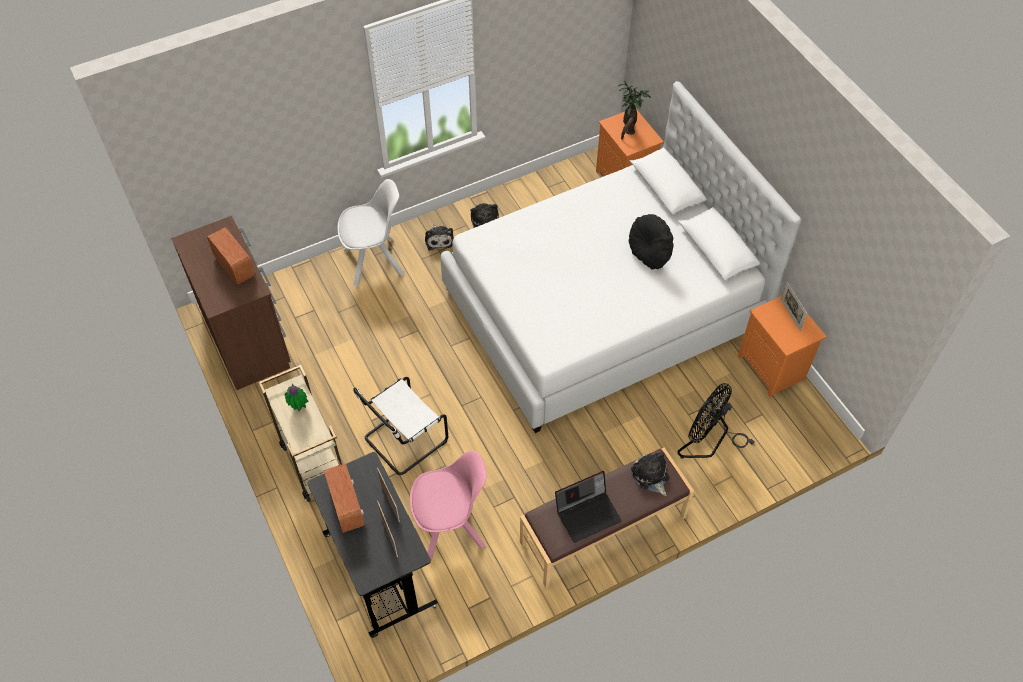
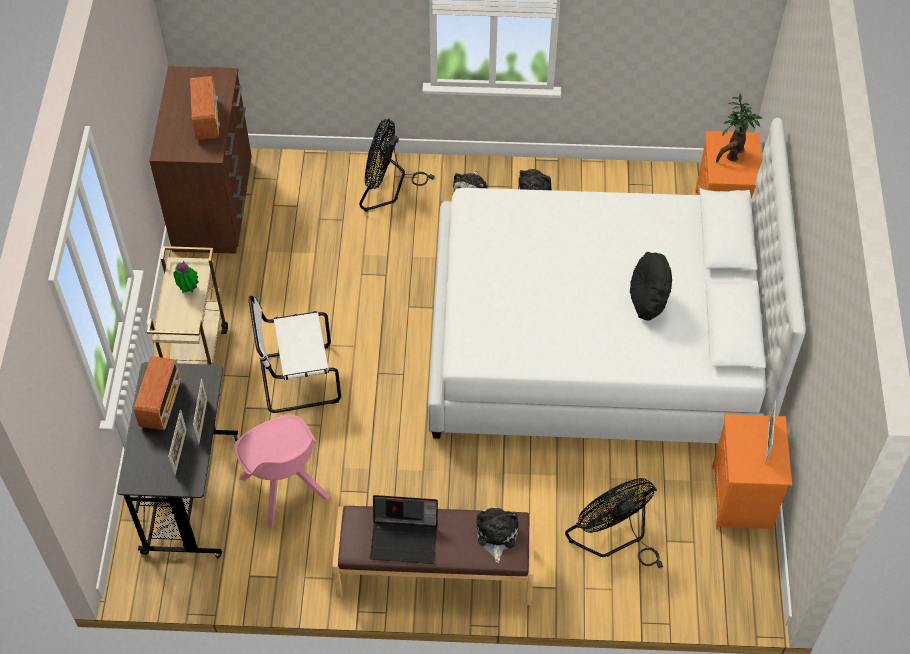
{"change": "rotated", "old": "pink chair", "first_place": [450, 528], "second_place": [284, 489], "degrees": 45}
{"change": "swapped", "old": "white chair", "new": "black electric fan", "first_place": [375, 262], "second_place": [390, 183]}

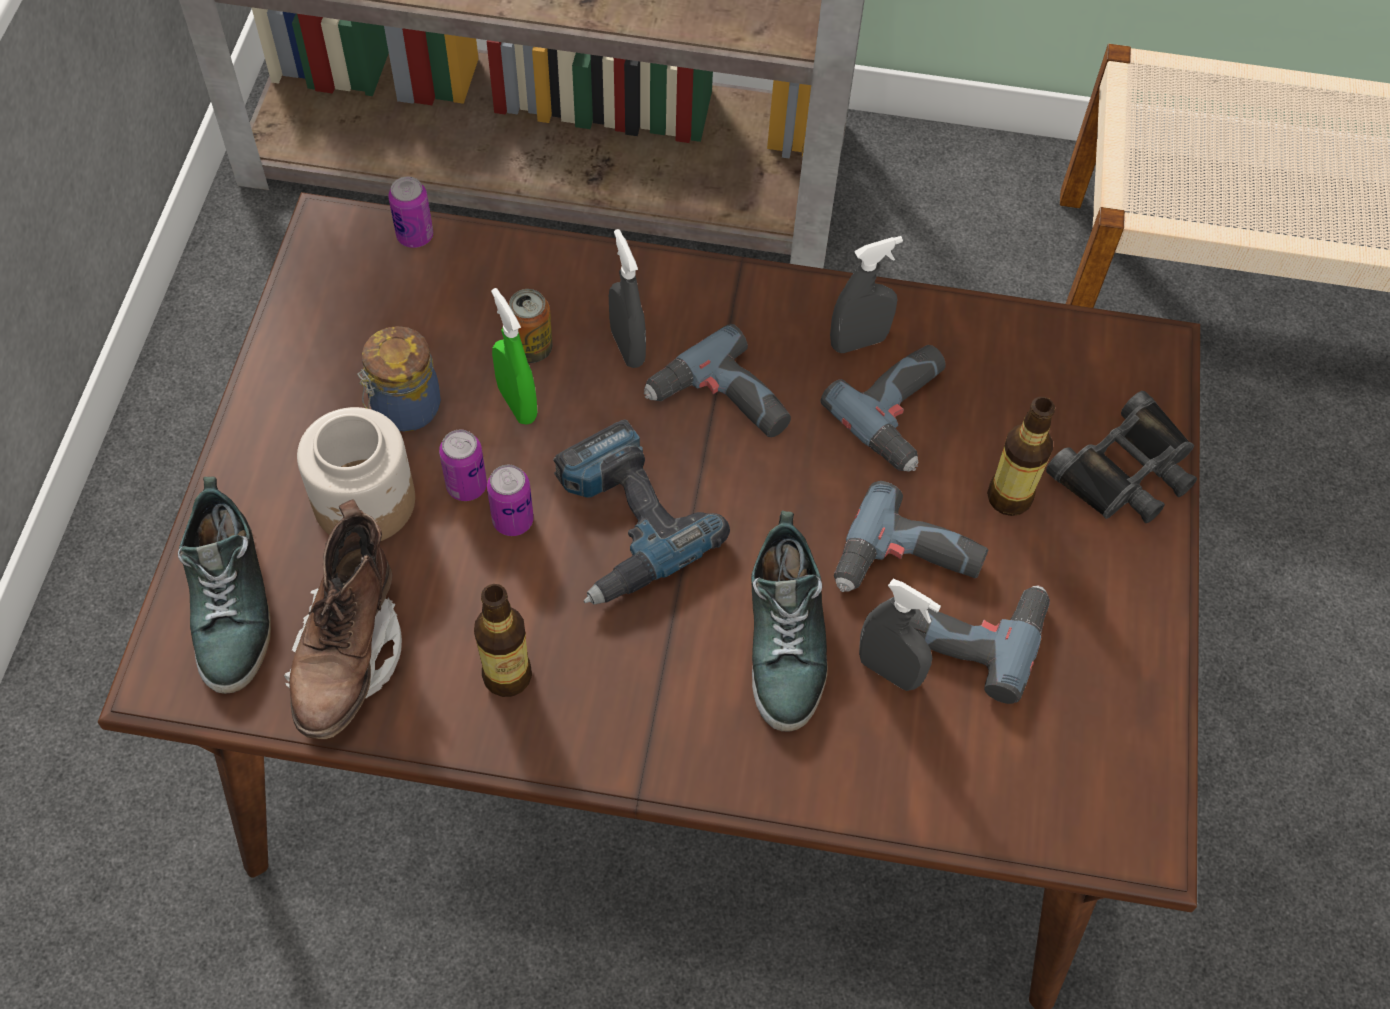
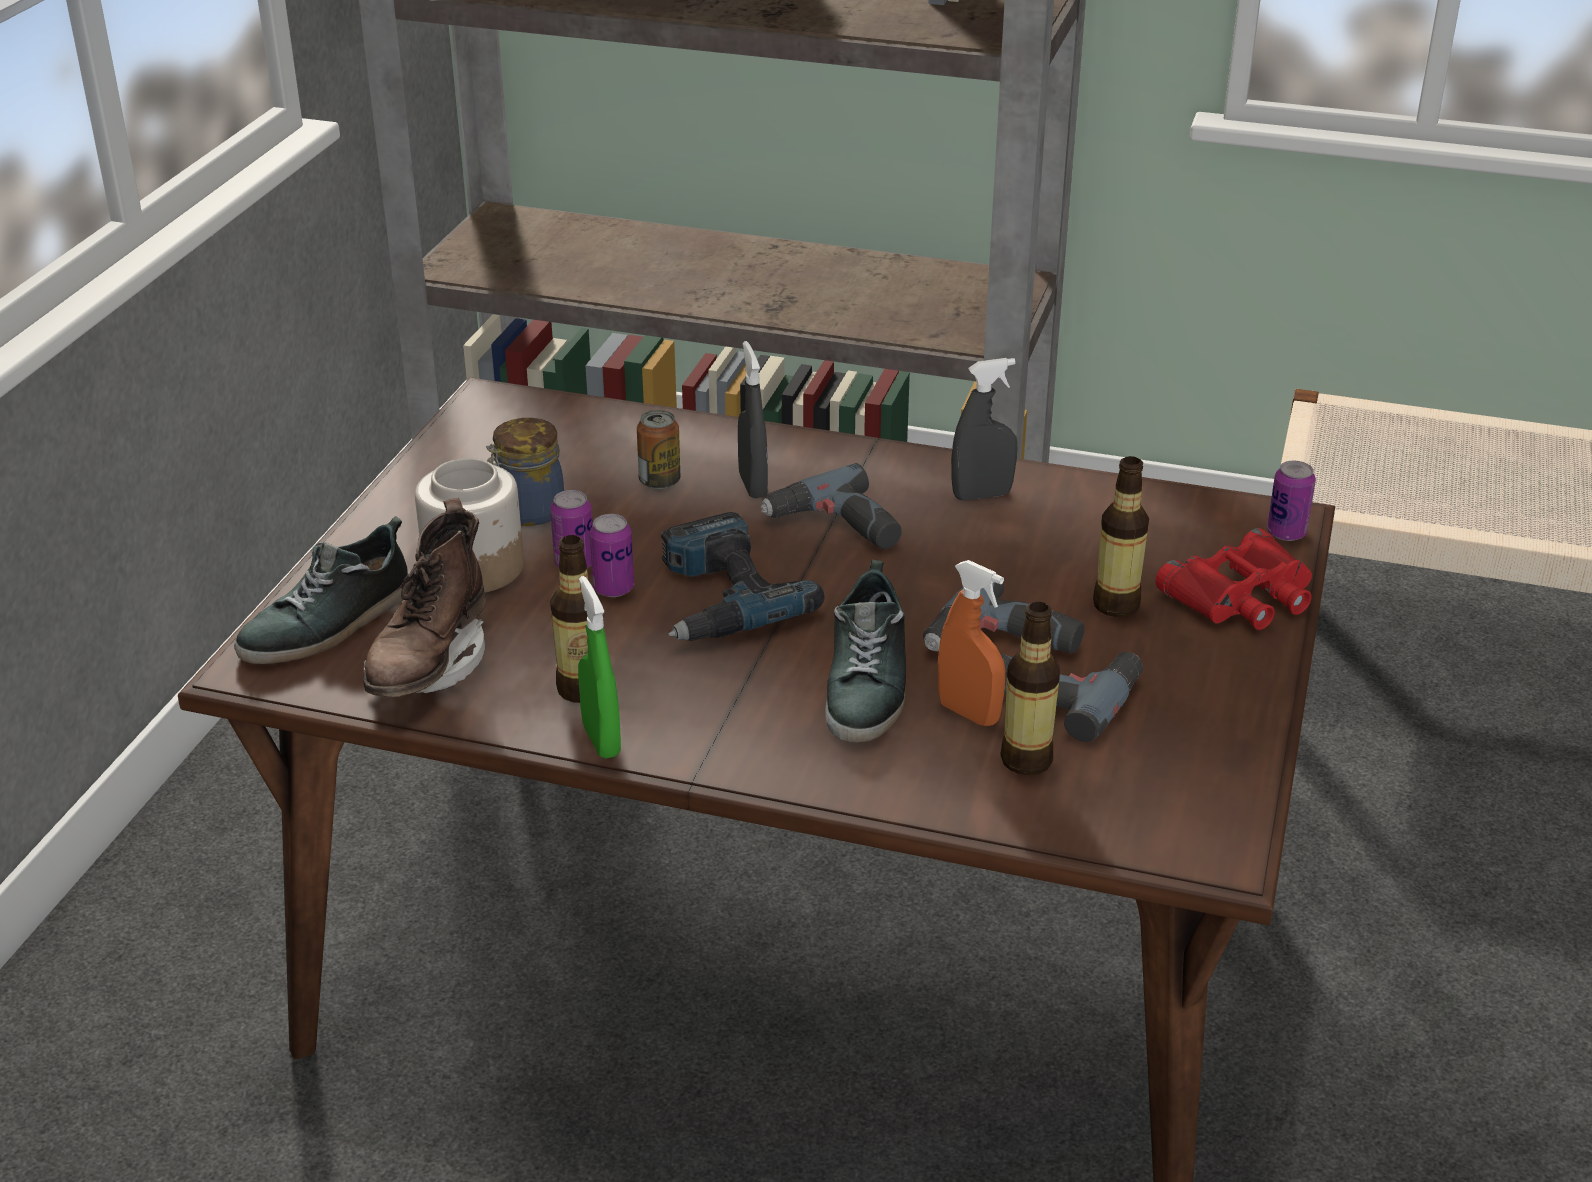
{"change": "rotated", "old": "shoe", "first_place": [232, 603], "second_place": [329, 624], "degrees": 45}
{"change": "shifted", "old": "green spray bottle", "first_place": [517, 403], "second_place": [601, 740]}
{"change": "repainted", "old": "grey spray bottle", "new": "orange-coloured spray bottle", "first_place": [888, 671], "second_place": [969, 713]}
{"change": "new", "new": "beverage bottle", "second_place": [1026, 760]}
{"change": "repainted", "old": "black field glasses", "new": "red field glasses", "first_place": [1127, 472], "second_place": [1242, 596]}
{"change": "shifted", "old": "can", "first_place": [415, 236], "second_place": [1286, 533]}
{"change": "gone", "old": "electric drill", "first_place": [903, 414]}

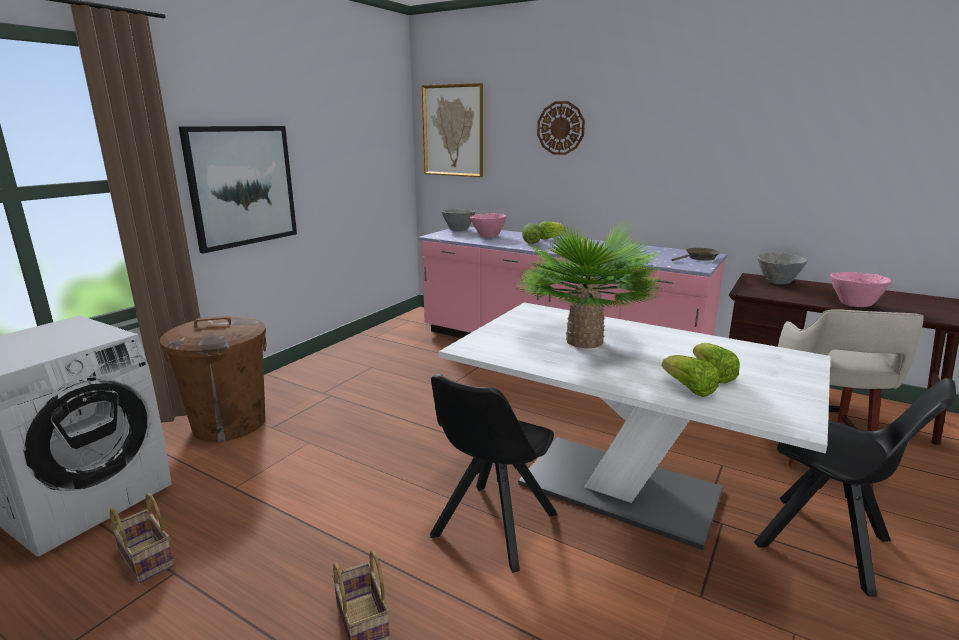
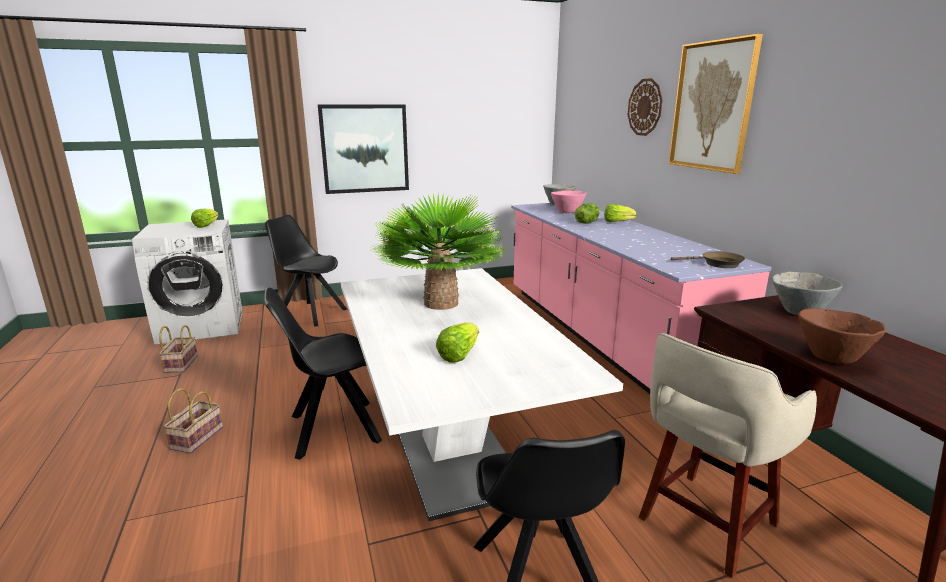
{"change": "shifted", "old": "lettuce head", "first_place": [688, 389], "second_place": [206, 225]}
{"change": "swapped", "old": "brown rubbish bin", "new": "black chair", "first_place": [229, 423], "second_place": [310, 313]}
{"change": "shifted", "old": "picture", "first_place": [453, 131], "second_place": [712, 106]}
{"change": "repainted", "old": "pink bowl", "new": "brown bowl", "first_place": [853, 305], "second_place": [831, 357]}

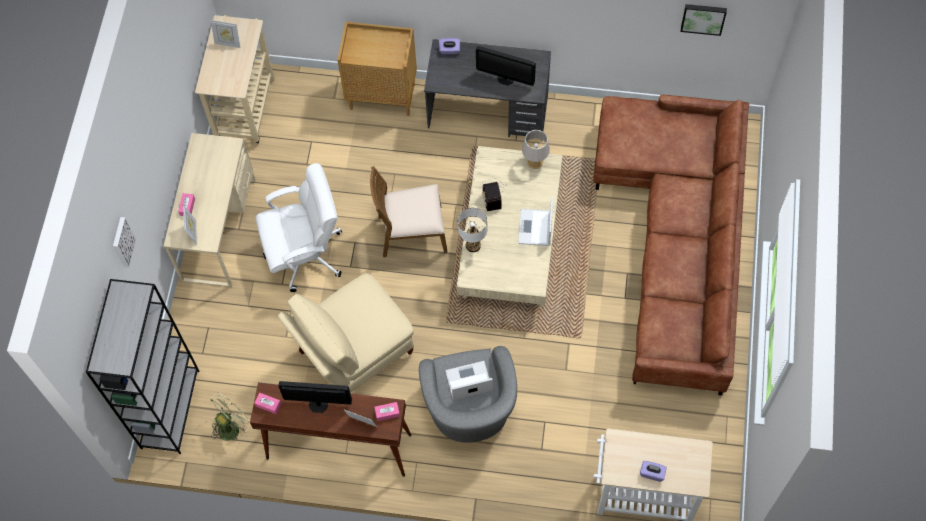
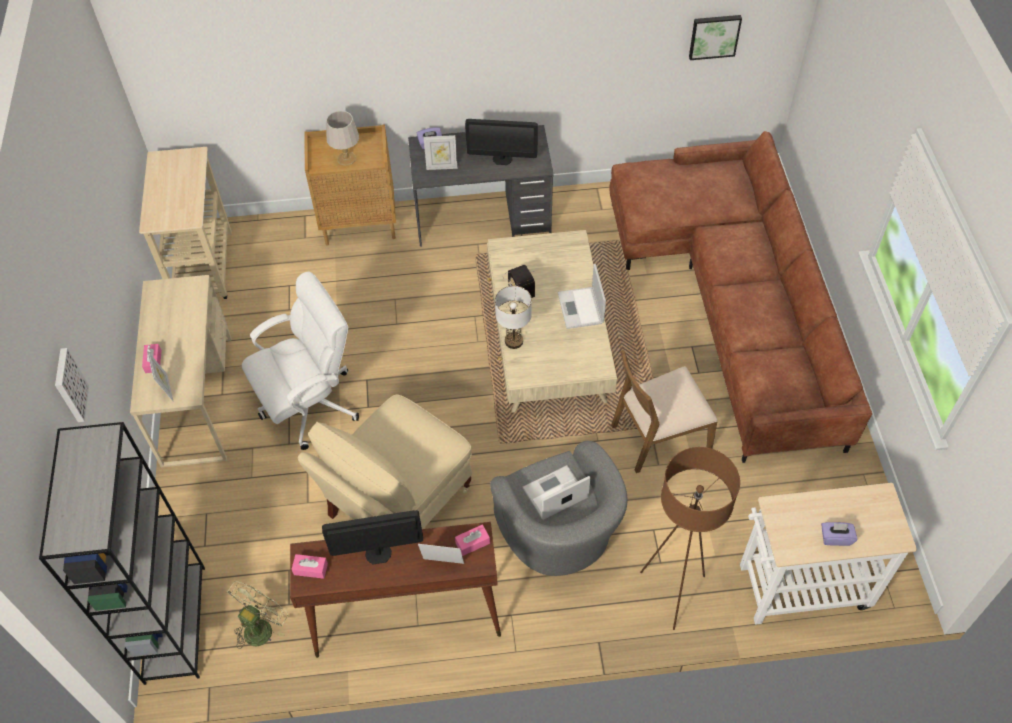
{"change": "shifted", "old": "grey lamp for a table", "first_place": [535, 162], "second_place": [347, 159]}
{"change": "shifted", "old": "picture frame", "first_place": [228, 43], "second_place": [441, 166]}
{"change": "shifted", "old": "brown chair", "first_place": [411, 232], "second_place": [659, 436]}
{"change": "new", "new": "brown standard lamp", "second_place": [672, 593]}

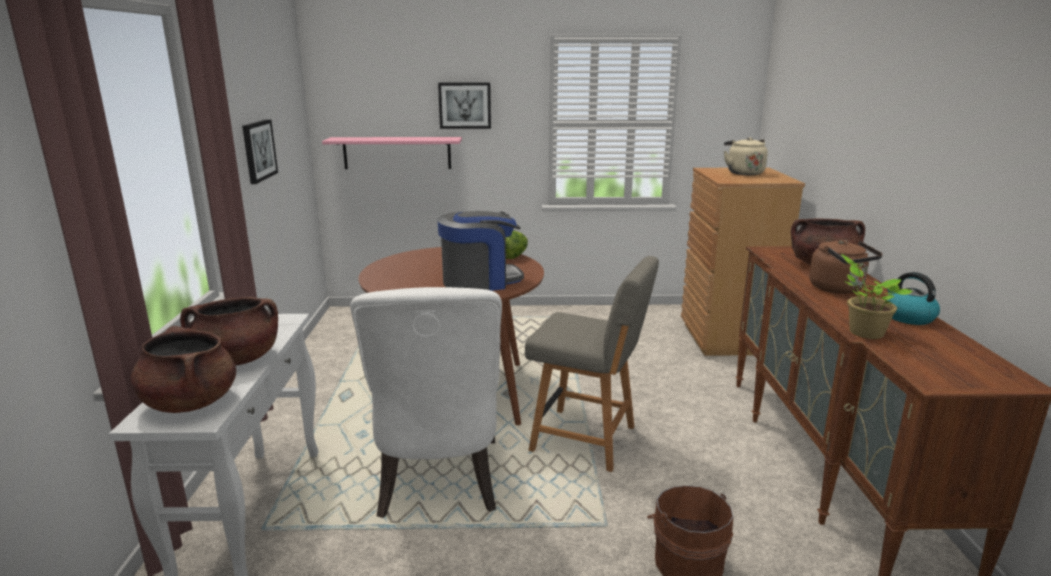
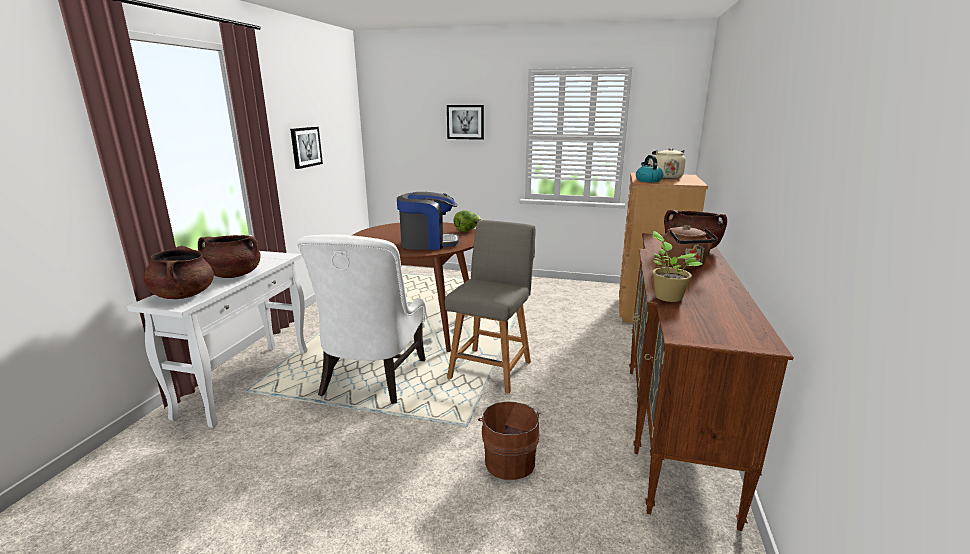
{"change": "rotated", "old": "grey chair", "first_place": [587, 440], "second_place": [491, 368], "degrees": -105}
{"change": "shifted", "old": "water kettle", "first_place": [907, 317], "second_place": [648, 180]}
{"change": "gone", "old": "pink shelf", "first_place": [397, 153]}

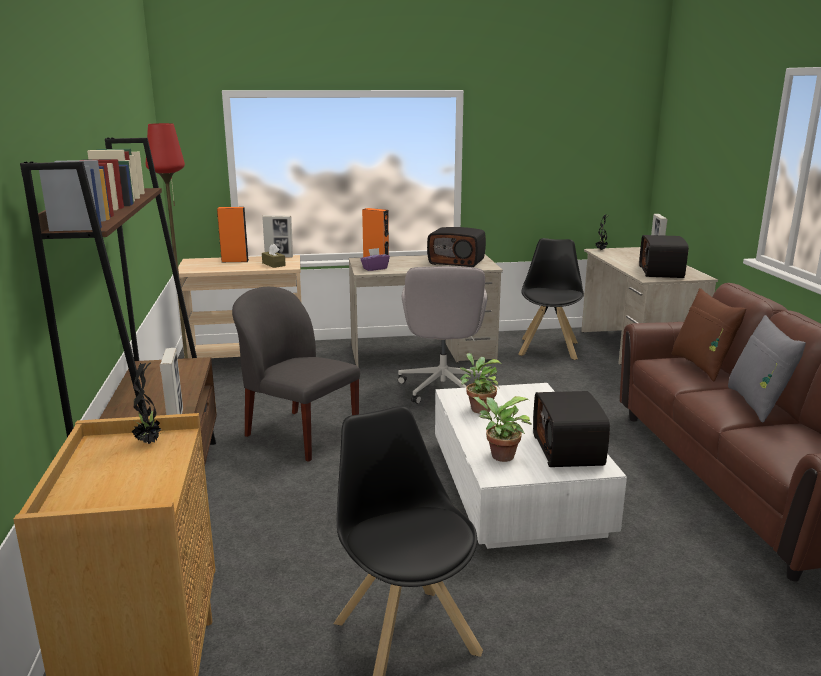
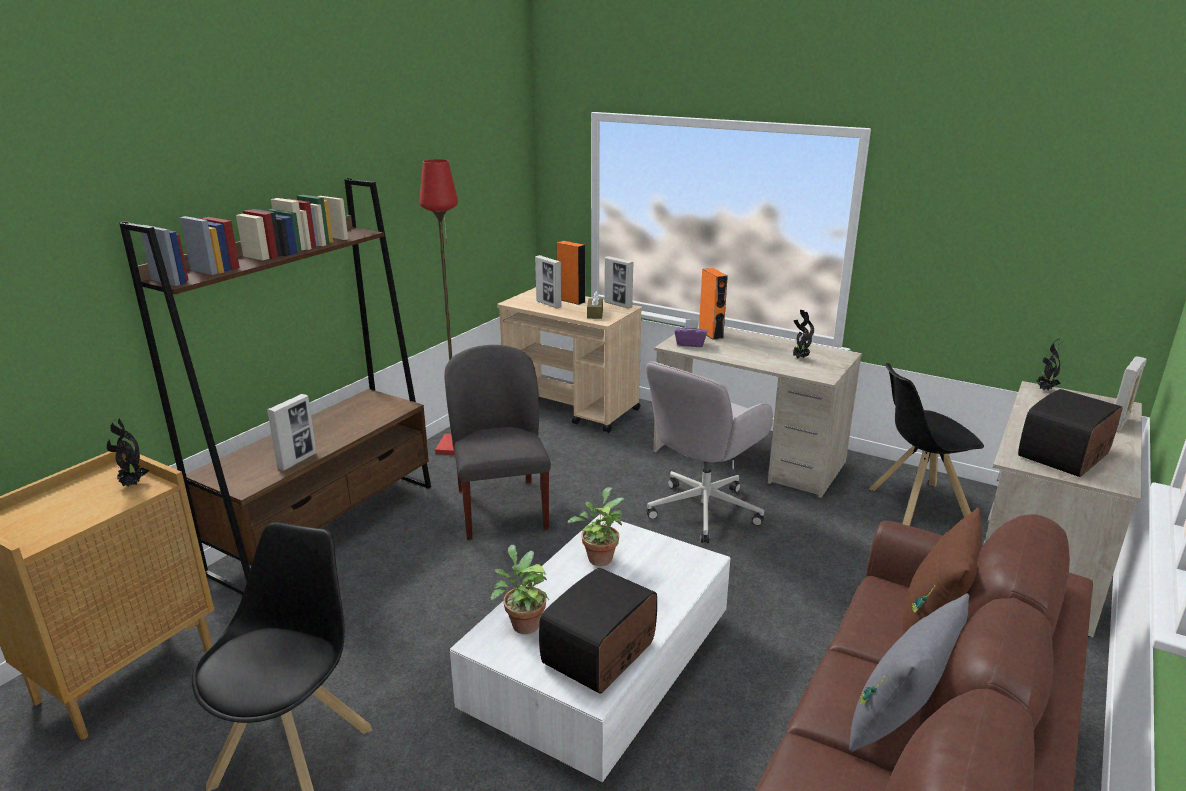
{"change": "new", "new": "picture frame", "second_place": [548, 304]}
{"change": "swapped", "old": "radio", "new": "houseplant", "first_place": [457, 262], "second_place": [799, 358]}
{"change": "rotated", "old": "black chair", "first_place": [549, 348], "second_place": [916, 505], "degrees": -150}

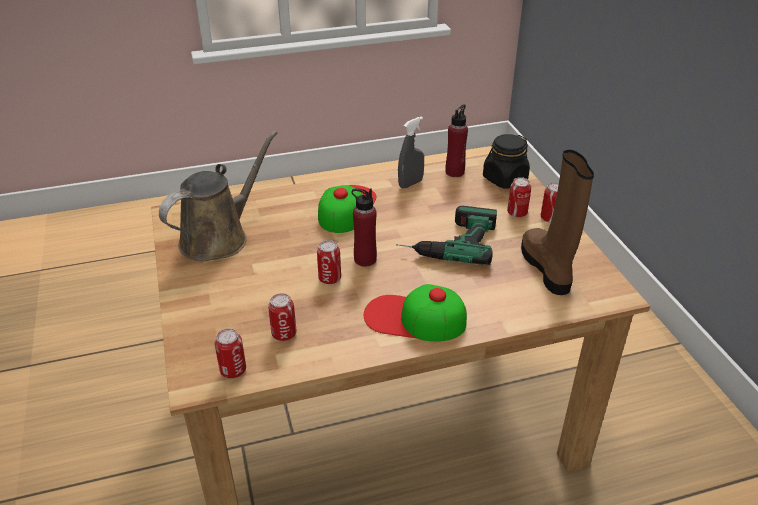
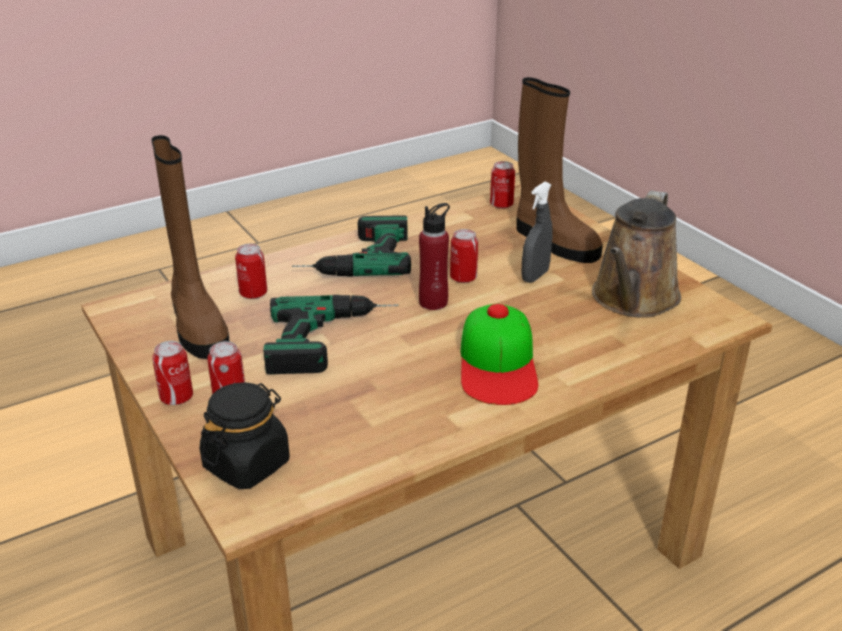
{"change": "shifted", "old": "can", "first_place": [284, 334], "second_place": [253, 293]}
{"change": "swapped", "old": "cap", "new": "electric drill", "first_place": [414, 318], "second_place": [353, 257]}
{"change": "new", "new": "brown boot", "second_place": [553, 241]}
{"change": "shifted", "old": "grey spray bottle", "first_place": [410, 184], "second_place": [535, 276]}
{"change": "gone", "old": "red beverage bottle", "first_place": [455, 172]}

